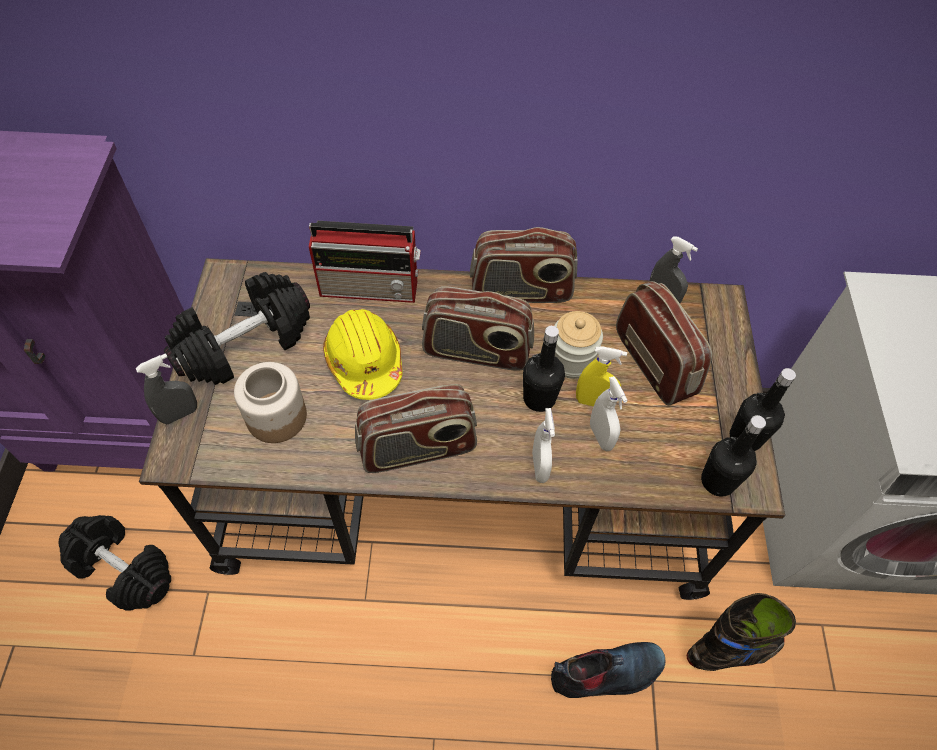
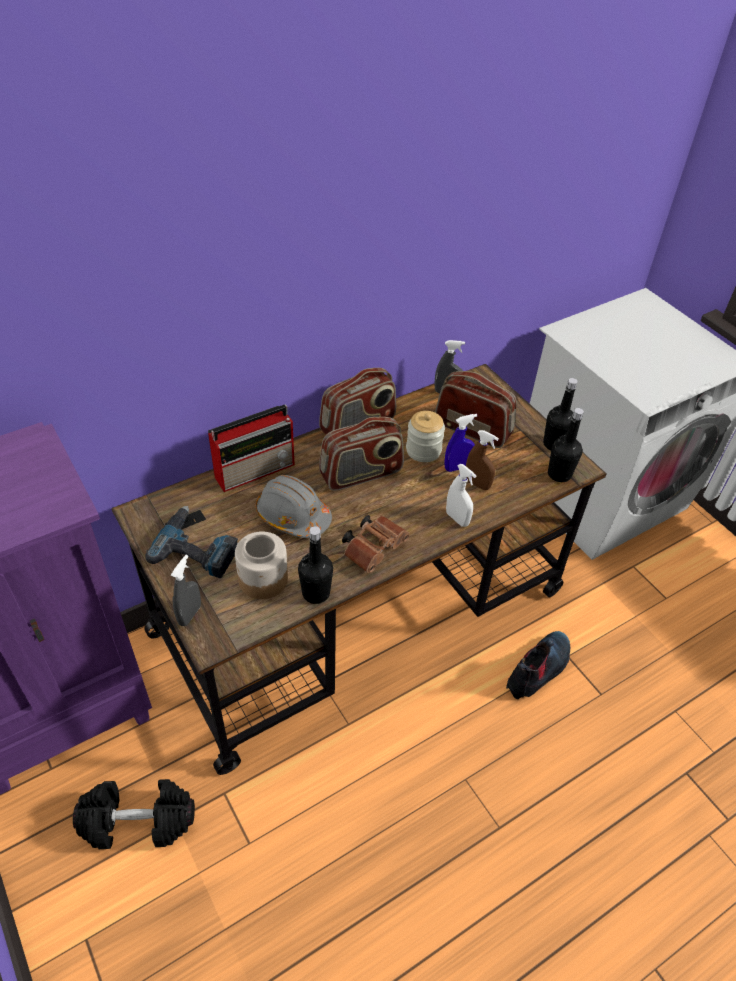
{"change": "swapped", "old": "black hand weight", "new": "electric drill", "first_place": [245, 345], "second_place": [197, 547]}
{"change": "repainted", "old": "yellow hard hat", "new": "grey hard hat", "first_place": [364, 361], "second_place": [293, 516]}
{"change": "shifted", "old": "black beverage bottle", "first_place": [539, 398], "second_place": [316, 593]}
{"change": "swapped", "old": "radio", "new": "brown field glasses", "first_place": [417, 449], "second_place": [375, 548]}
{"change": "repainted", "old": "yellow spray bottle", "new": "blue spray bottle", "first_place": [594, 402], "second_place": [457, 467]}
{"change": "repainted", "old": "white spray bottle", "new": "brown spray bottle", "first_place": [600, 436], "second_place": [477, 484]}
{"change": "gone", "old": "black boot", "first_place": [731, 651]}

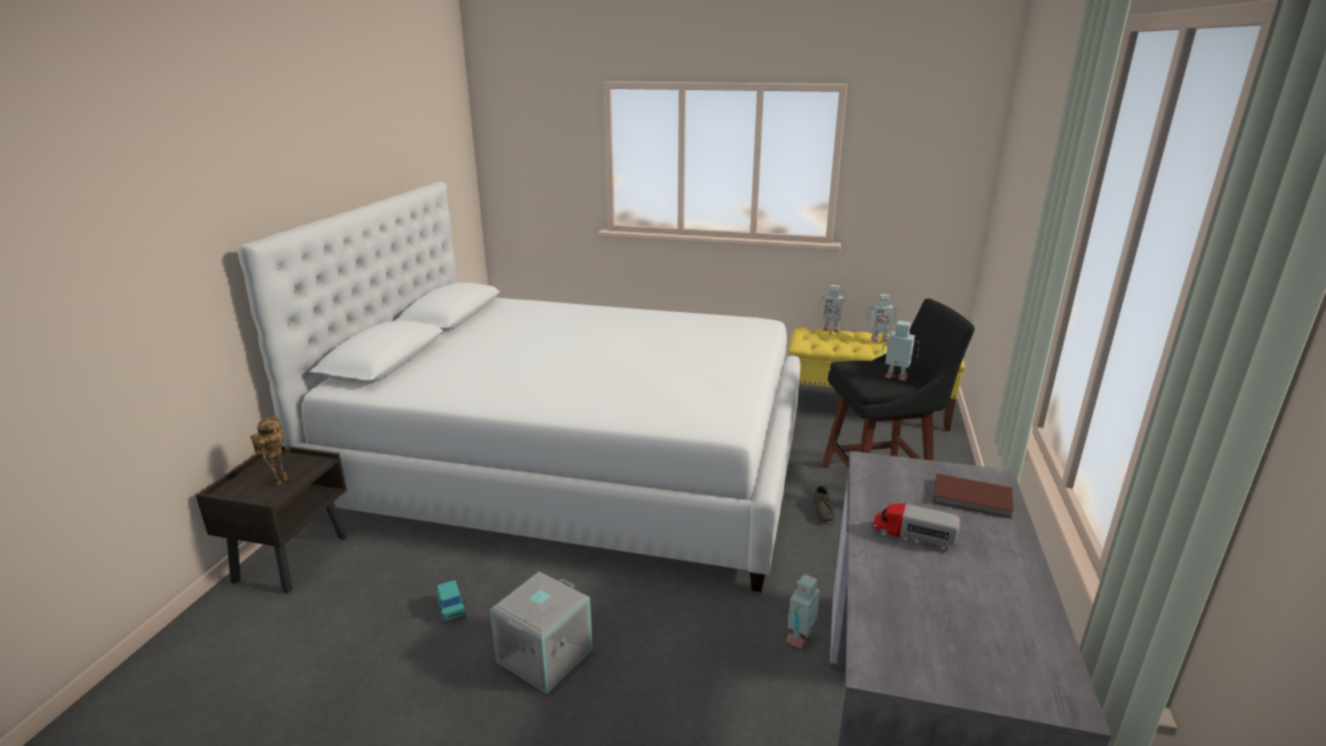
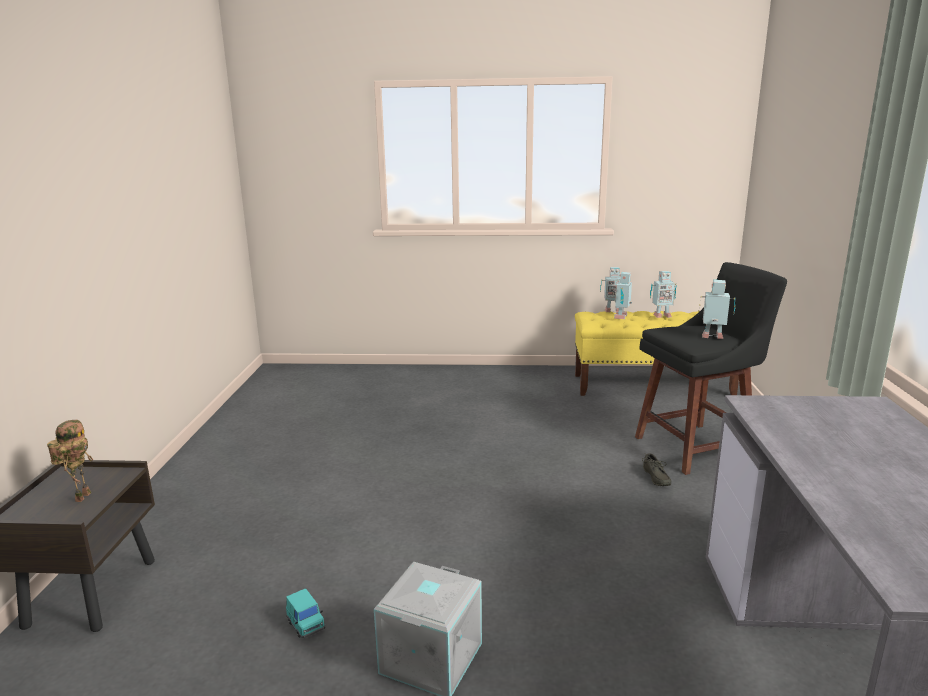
{"change": "shifted", "old": "robot figure", "first_place": [801, 638], "second_place": [622, 317]}
{"change": "gone", "old": "white bedroom bed", "first_place": [574, 465]}
{"change": "gone", "old": "toy lorry", "first_place": [913, 536]}
{"change": "gone", "old": "brown volume", "first_place": [973, 499]}

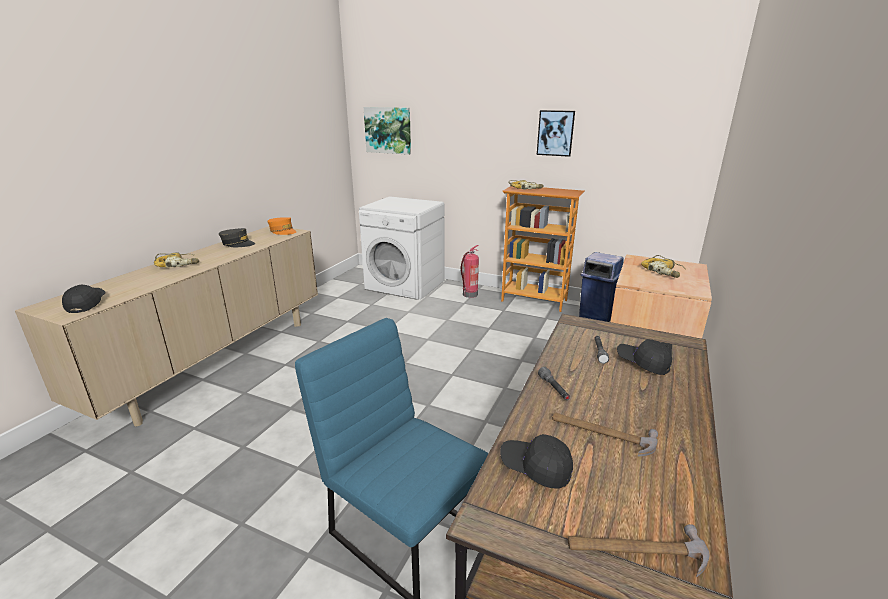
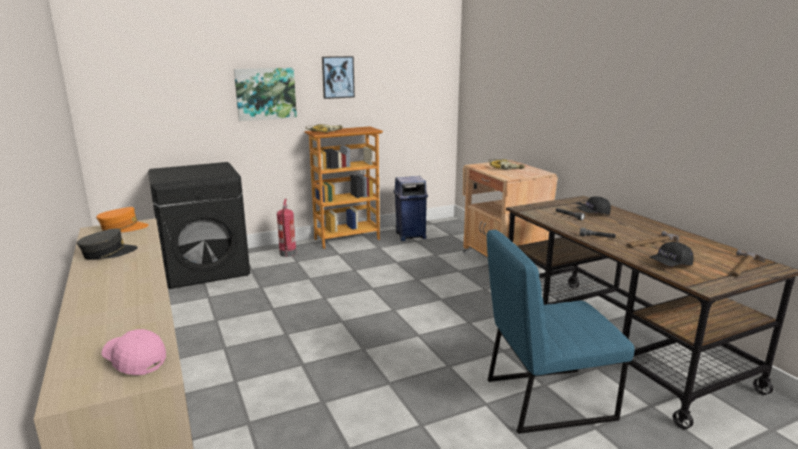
{"change": "repainted", "old": "black cap", "new": "pink cap", "first_place": [86, 304], "second_place": [134, 361]}
{"change": "repainted", "old": "white laundry machine", "new": "black laundry machine", "first_place": [404, 285], "second_place": [206, 269]}
{"change": "shifted", "old": "picture", "first_place": [388, 130], "second_place": [265, 93]}
{"change": "gone", "old": "electric drill", "first_place": [178, 264]}

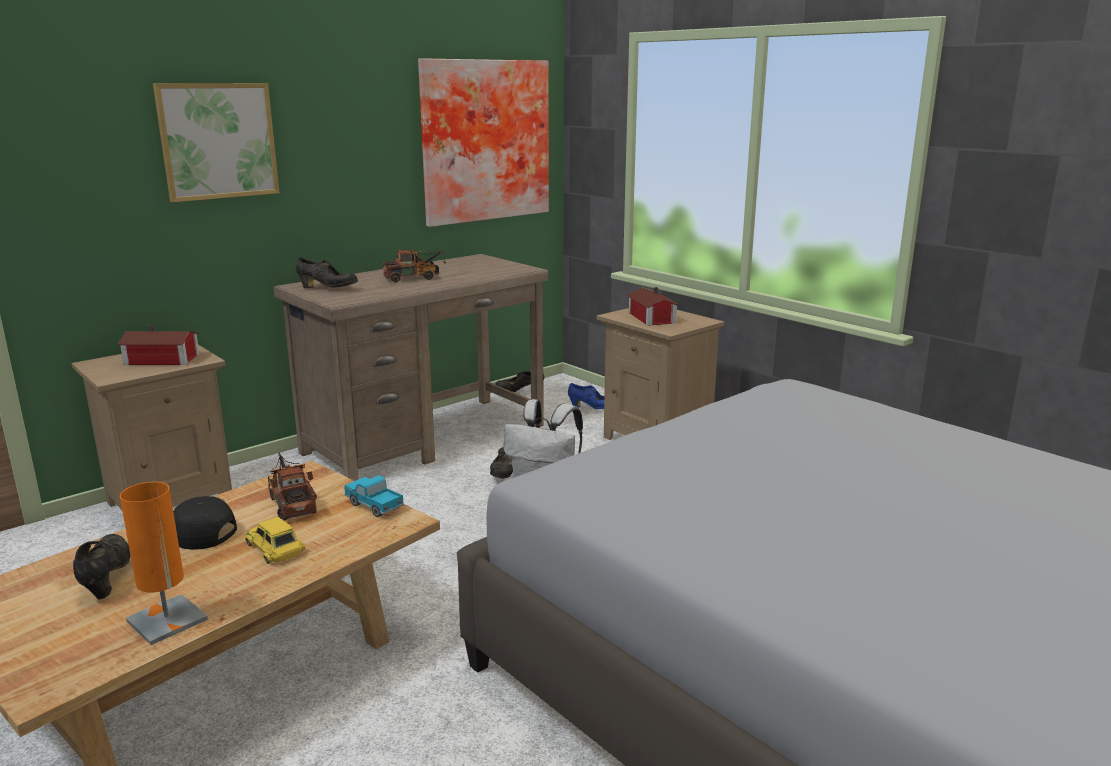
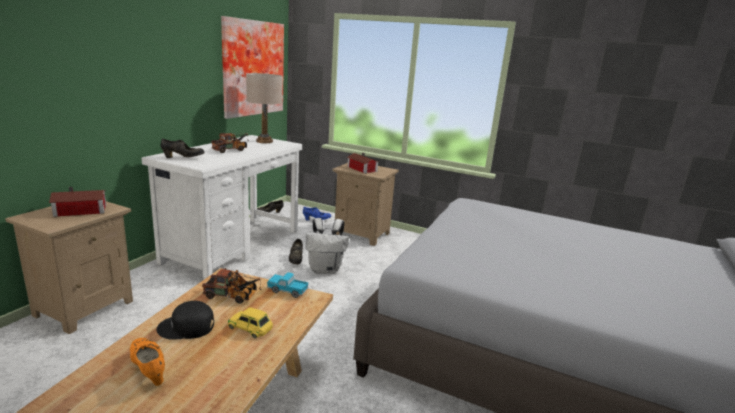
{"change": "repainted", "old": "black shoe", "new": "orange-coloured shoe", "first_place": [106, 578], "second_place": [148, 370]}
{"change": "repainted", "old": "brown desk", "new": "white desk", "first_place": [425, 438], "second_place": [233, 246]}
{"change": "rotated", "old": "toy lorry", "first_place": [291, 502], "second_place": [233, 296], "degrees": 150}
{"change": "new", "new": "beige lamp for a table", "second_place": [264, 141]}
{"change": "gone", "old": "orange-coloured lamp for a table", "first_place": [167, 620]}
{"change": "gone", "old": "picture", "first_place": [218, 141]}

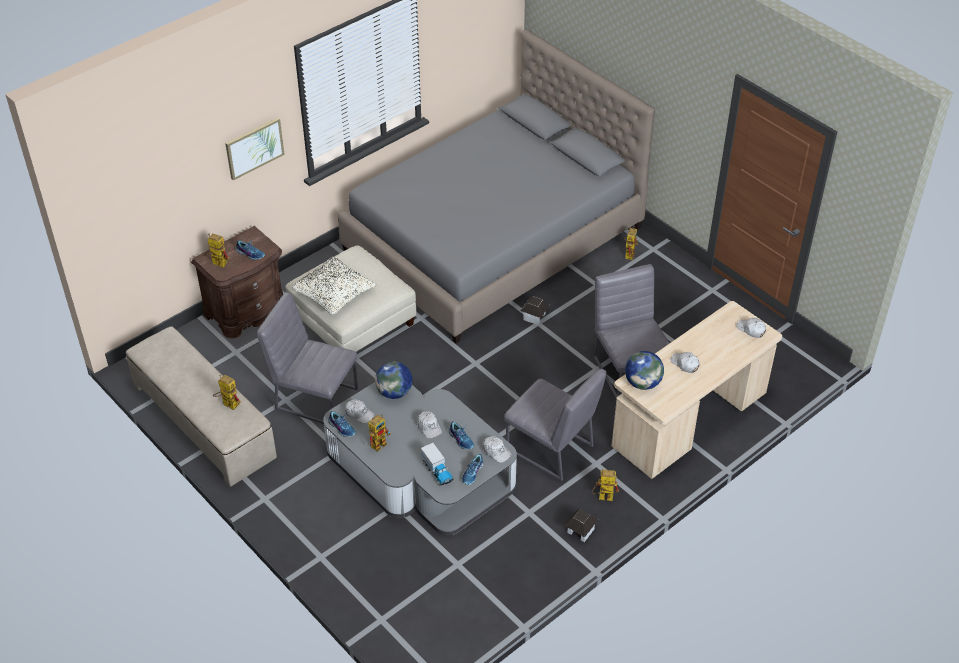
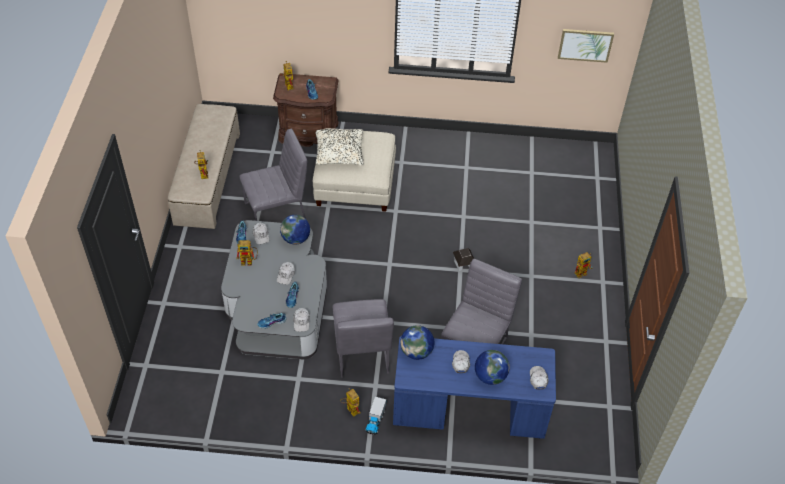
{"change": "rotated", "old": "grey chair", "first_place": [314, 397], "second_place": [277, 211], "degrees": 90}
{"change": "shifted", "old": "toy lorry", "first_place": [437, 471], "second_place": [375, 420]}
{"change": "repainted", "old": "beige desk", "new": "blue desk", "first_place": [689, 421], "second_place": [469, 412]}
{"change": "new", "new": "world globe", "second_place": [490, 376]}
{"change": "shifted", "old": "picture", "first_place": [254, 148], "second_place": [585, 45]}
{"change": "gone", "old": "grey bedroom bed", "first_place": [494, 238]}
{"change": "gone", "old": "toy house", "first_place": [580, 531]}

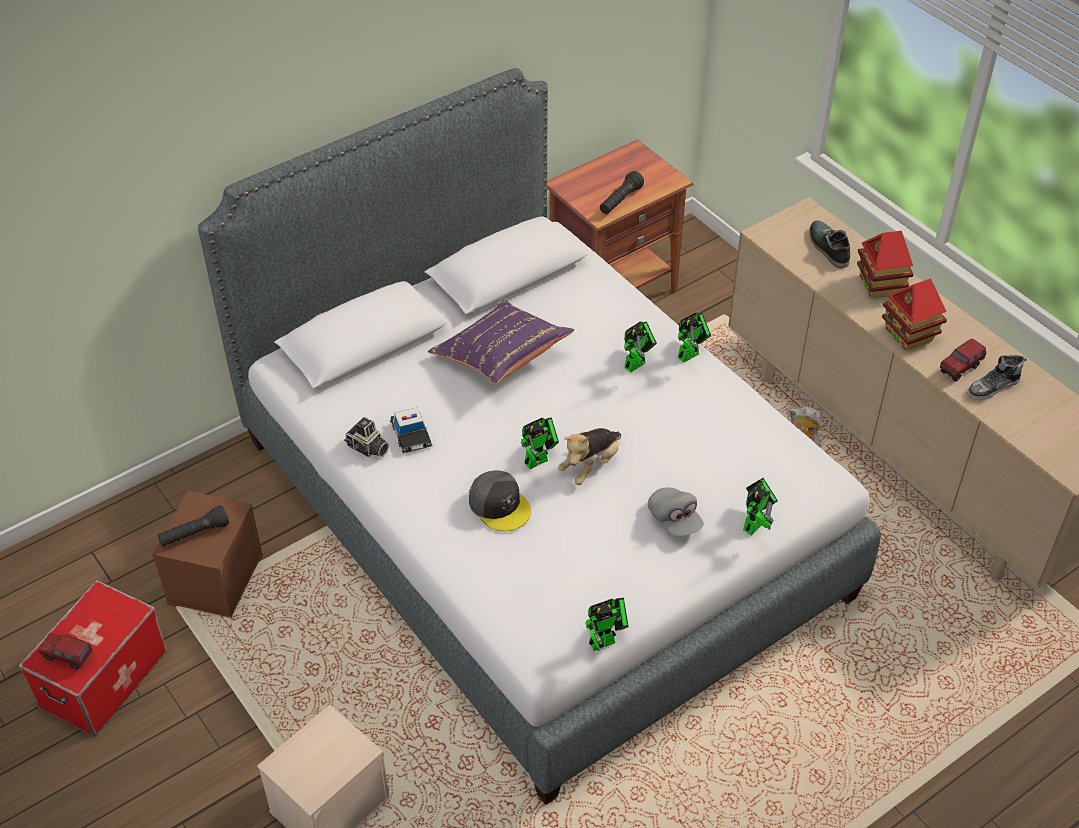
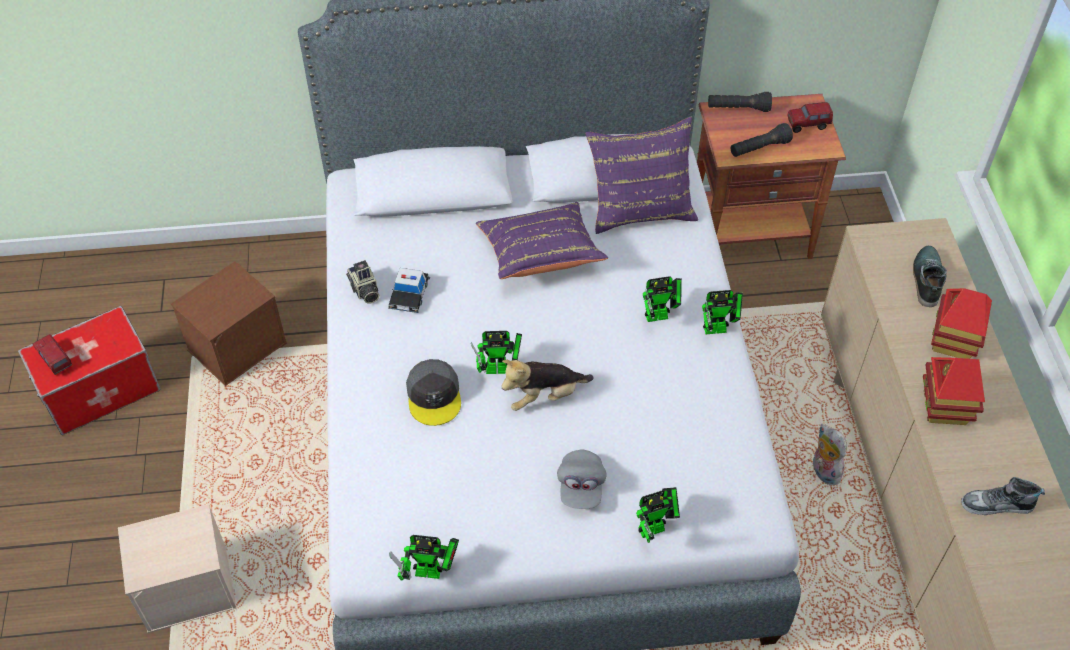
{"change": "new", "new": "purplish pillow", "second_place": [640, 207]}
{"change": "shifted", "old": "black torch", "first_place": [194, 534], "second_place": [738, 109]}
{"change": "shifted", "old": "toy lorry", "first_place": [960, 369], "second_place": [808, 125]}

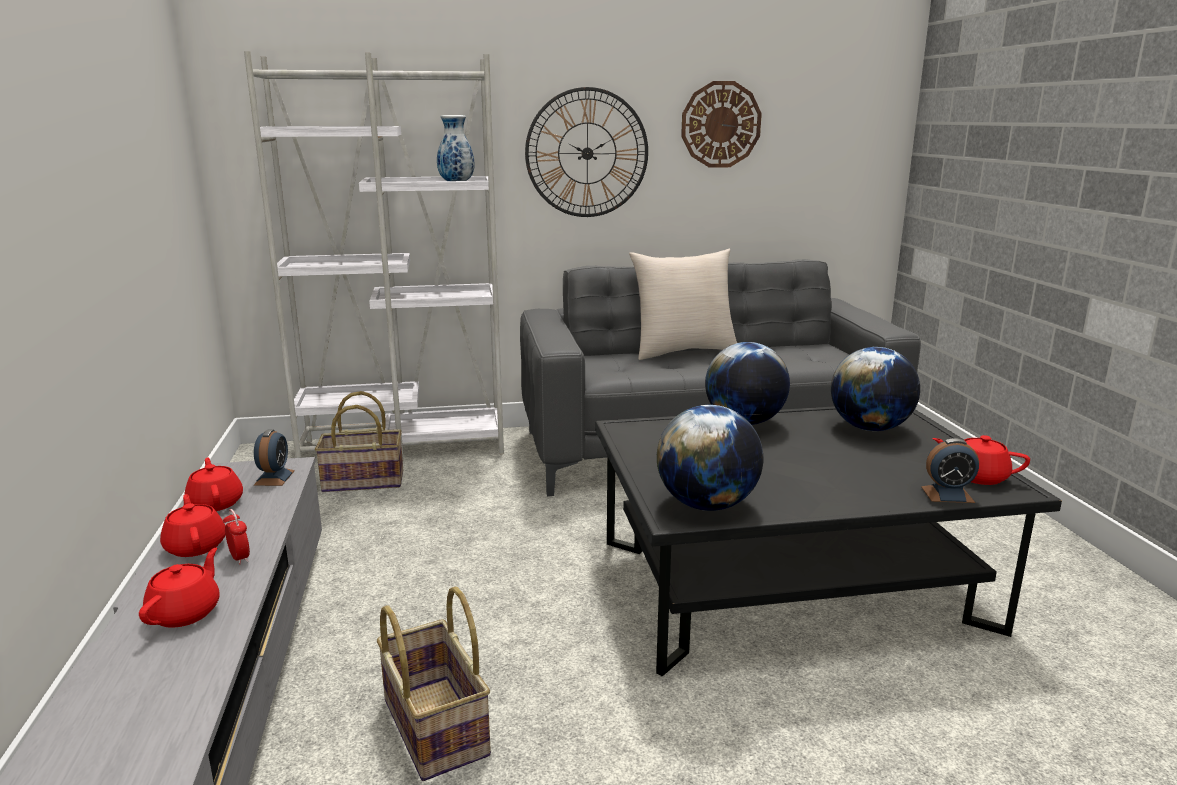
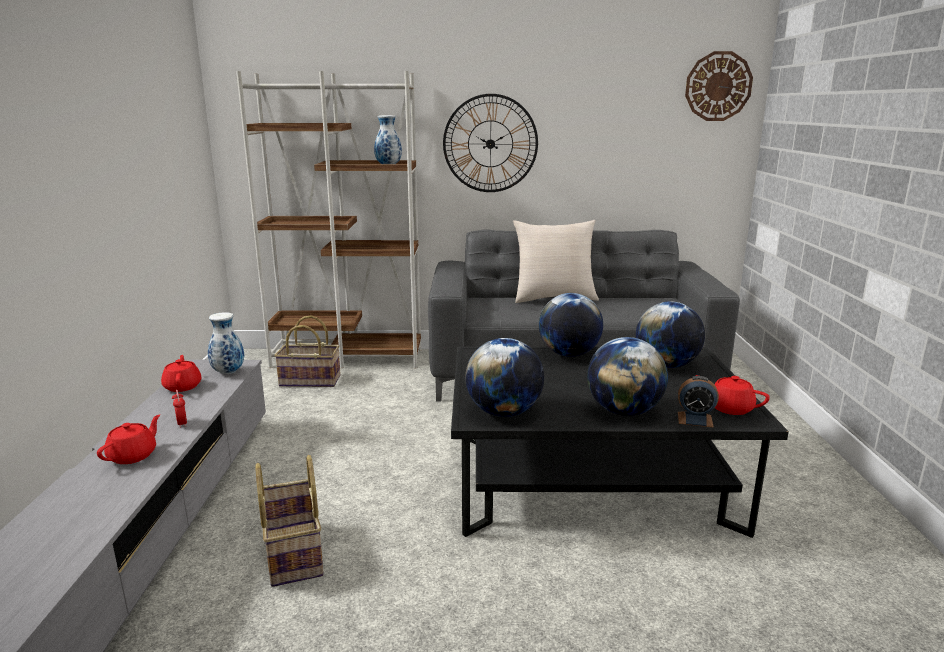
{"change": "swapped", "old": "bedside clock", "new": "flower vase", "first_place": [274, 478], "second_place": [228, 372]}
{"change": "repainted", "old": "white bookcase", "new": "brown bookcase", "first_place": [404, 447], "second_place": [348, 358]}
{"change": "new", "new": "world globe", "second_place": [623, 411]}
{"change": "shifted", "old": "wall clock", "first_place": [720, 124], "second_place": [718, 86]}
{"change": "gone", "old": "red pot for tea", "first_place": [196, 546]}

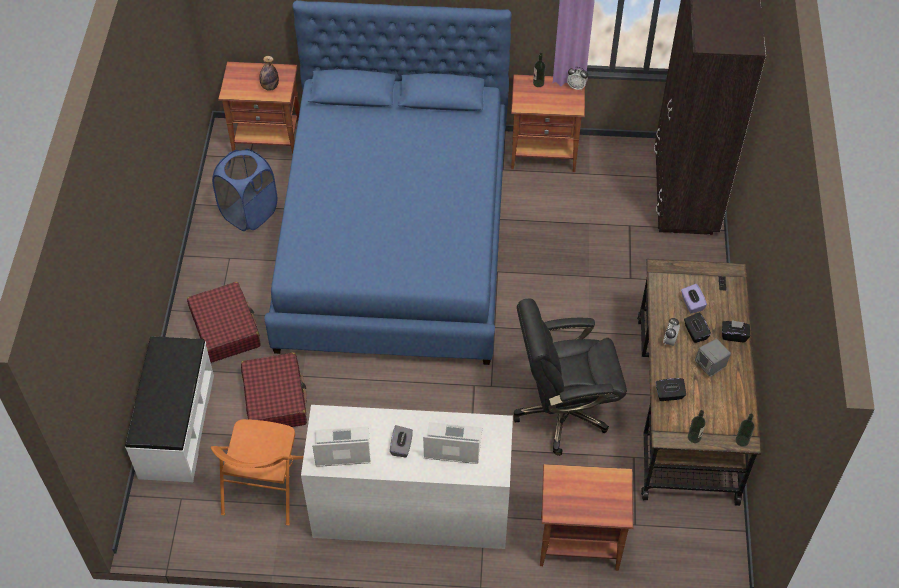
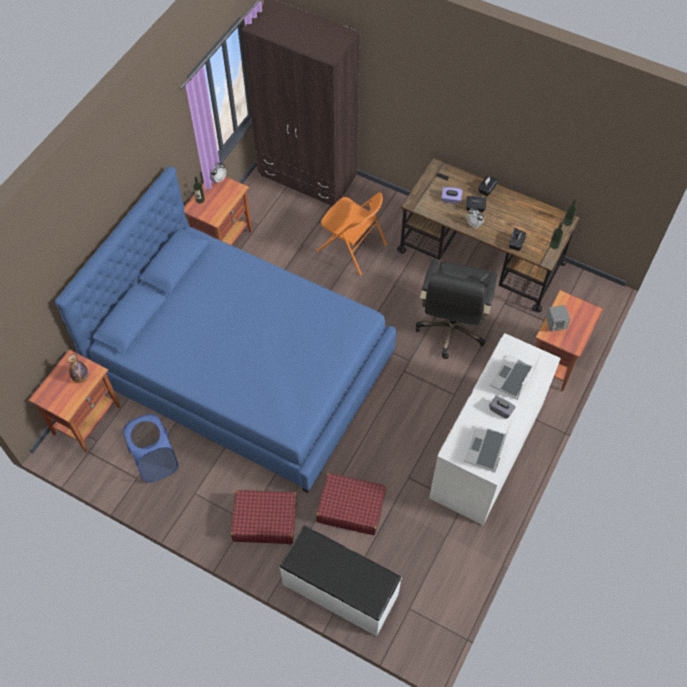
{"change": "shifted", "old": "orange-coloured chair", "first_place": [264, 485], "second_place": [351, 248]}
{"change": "shifted", "old": "grey speaker", "first_place": [710, 366], "second_place": [555, 324]}

